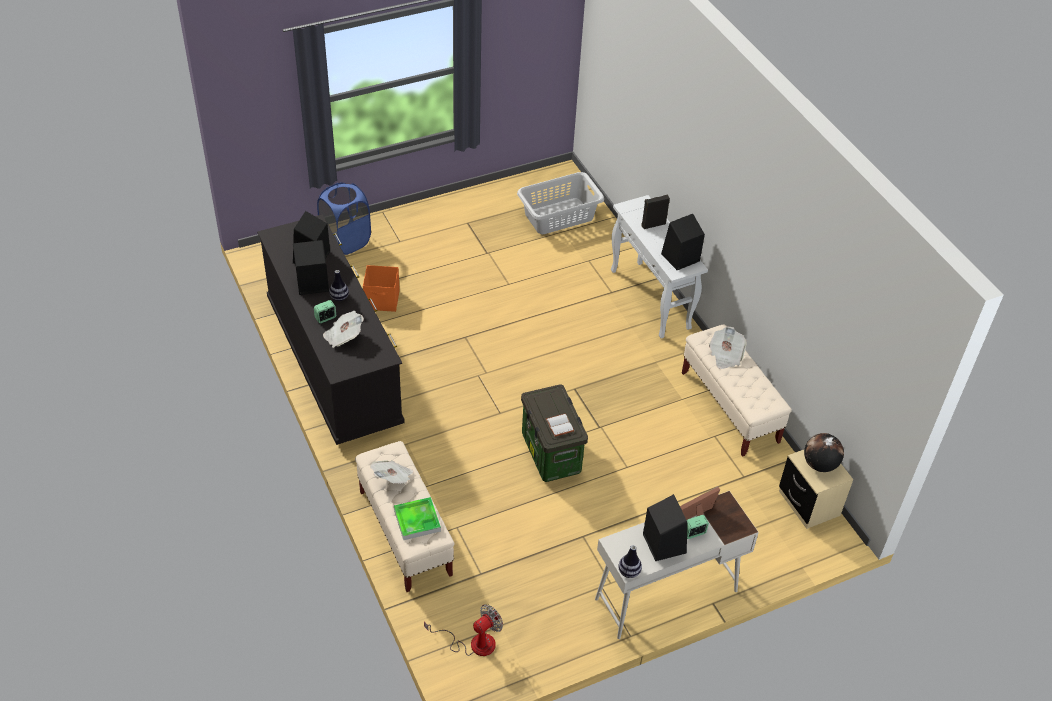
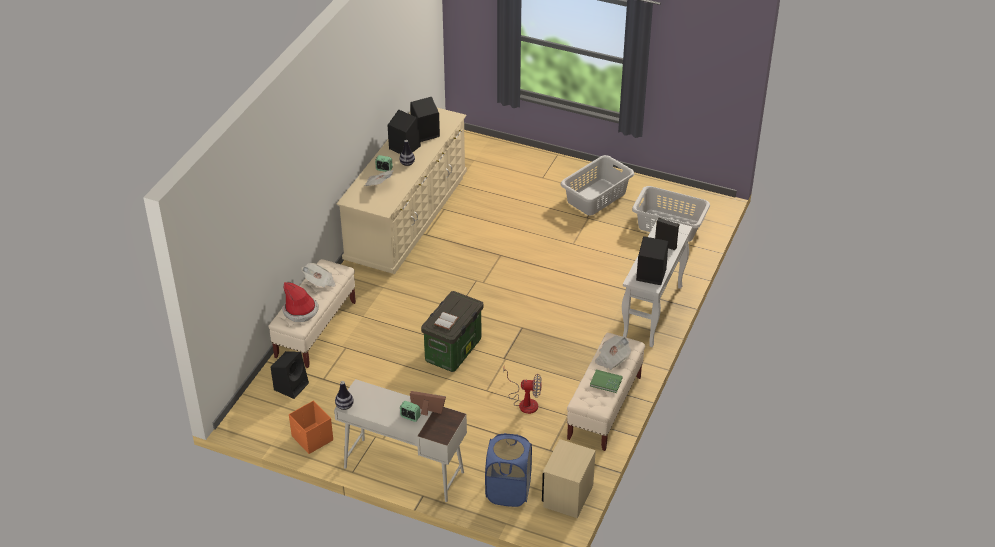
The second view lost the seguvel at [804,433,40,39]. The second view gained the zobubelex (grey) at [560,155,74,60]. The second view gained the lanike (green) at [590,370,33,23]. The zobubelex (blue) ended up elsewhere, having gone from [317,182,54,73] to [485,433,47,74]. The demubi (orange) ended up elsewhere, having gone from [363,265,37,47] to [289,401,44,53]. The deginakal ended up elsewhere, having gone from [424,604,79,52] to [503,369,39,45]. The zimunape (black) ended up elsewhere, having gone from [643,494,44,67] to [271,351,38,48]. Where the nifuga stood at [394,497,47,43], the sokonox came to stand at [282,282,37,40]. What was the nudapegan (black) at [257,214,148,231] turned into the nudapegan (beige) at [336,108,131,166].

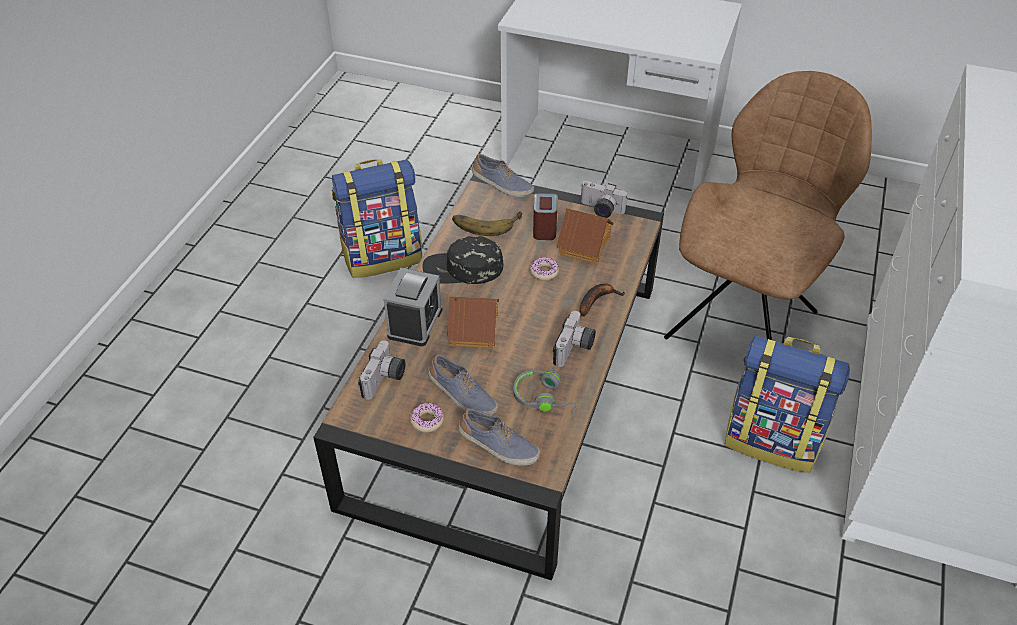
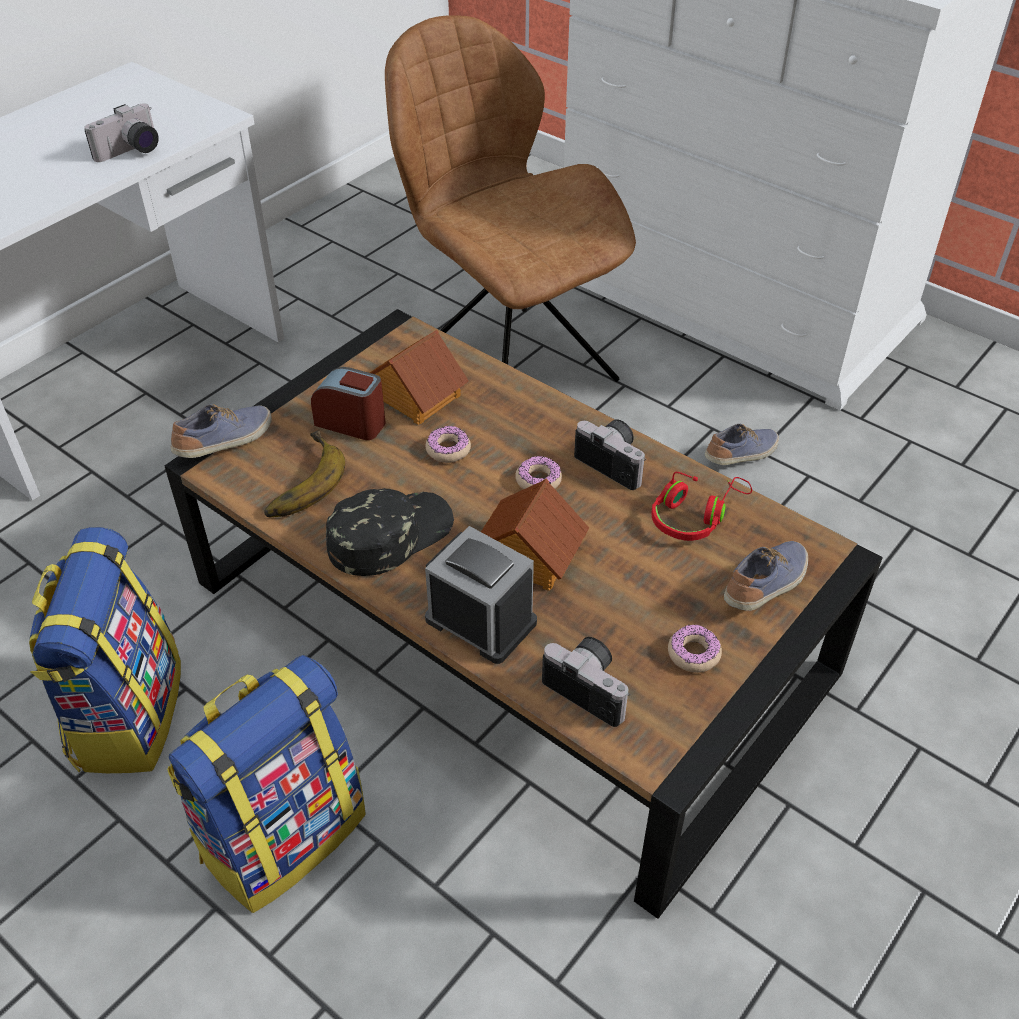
The second view lost the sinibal at [580,284,45,33]. The second view gained the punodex at [515,456,47,33]. The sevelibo ended up elsewhere, having gone from [428,354,70,61] to [705,424,74,41]. The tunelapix ended up elsewhere, having gone from [581,181,46,37] to [85,103,74,59]. The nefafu ended up elsewhere, having gone from [724,336,126,137] to [167,655,199,258]. What was the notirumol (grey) at [513,366,64,53] turned into the notirumol (red) at [652,472,100,69]. The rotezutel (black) at [422,236,81,48] ended up facing another way, 150 degrees counterclockwise from before.

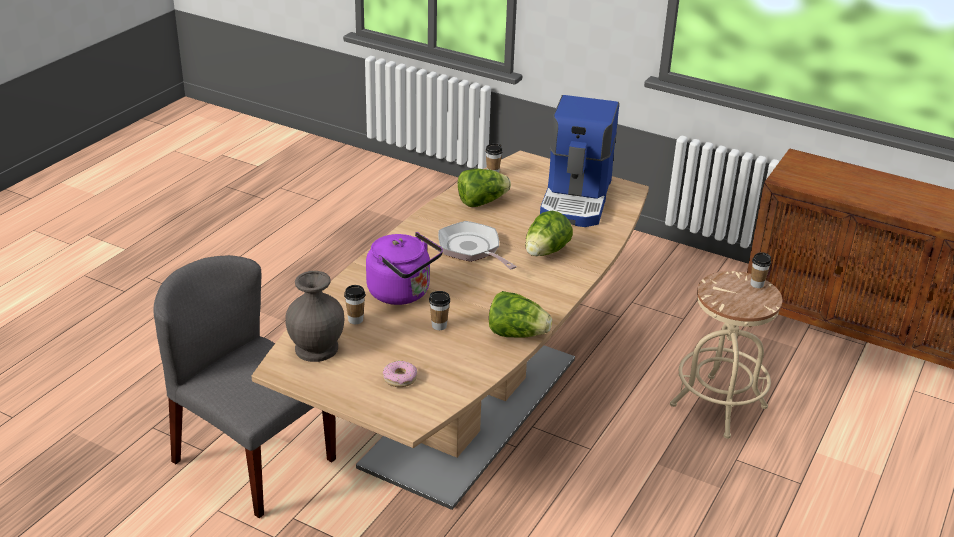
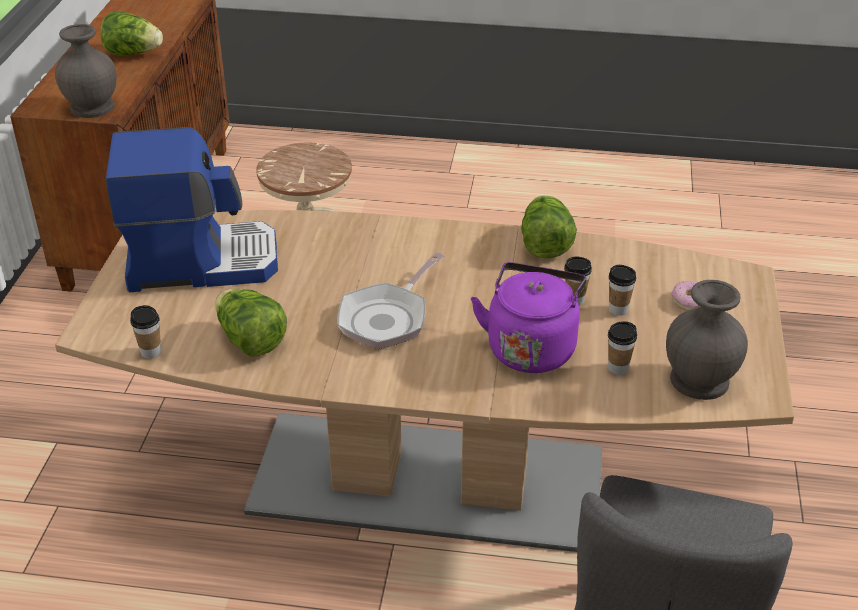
The second view gained the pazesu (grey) at [55,24,62,94]. The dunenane ended up elsewhere, having gone from [525,211,48,45] to [100,12,63,44]. The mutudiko ended up elsewhere, having gone from [750,252,21,36] to [609,265,27,51].

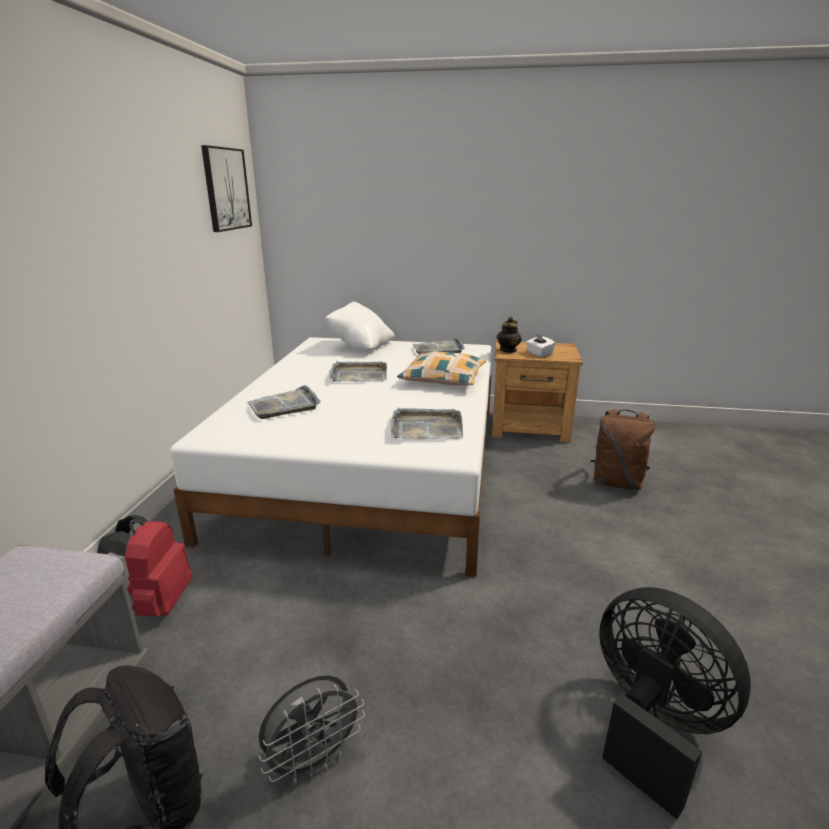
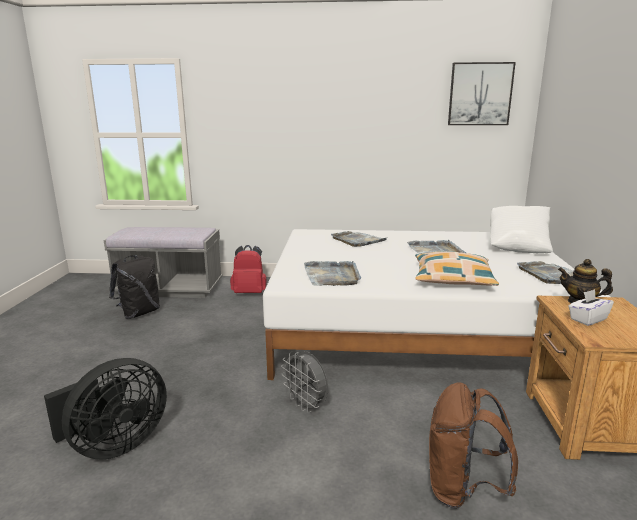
The deginakal (grey) ended up elsewhere, having gone from [258,675,107,109] to [281,351,47,62].

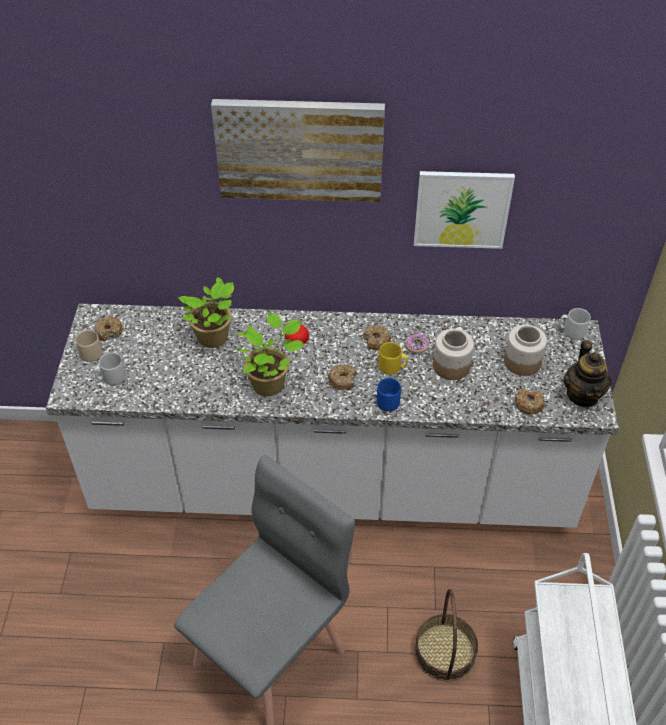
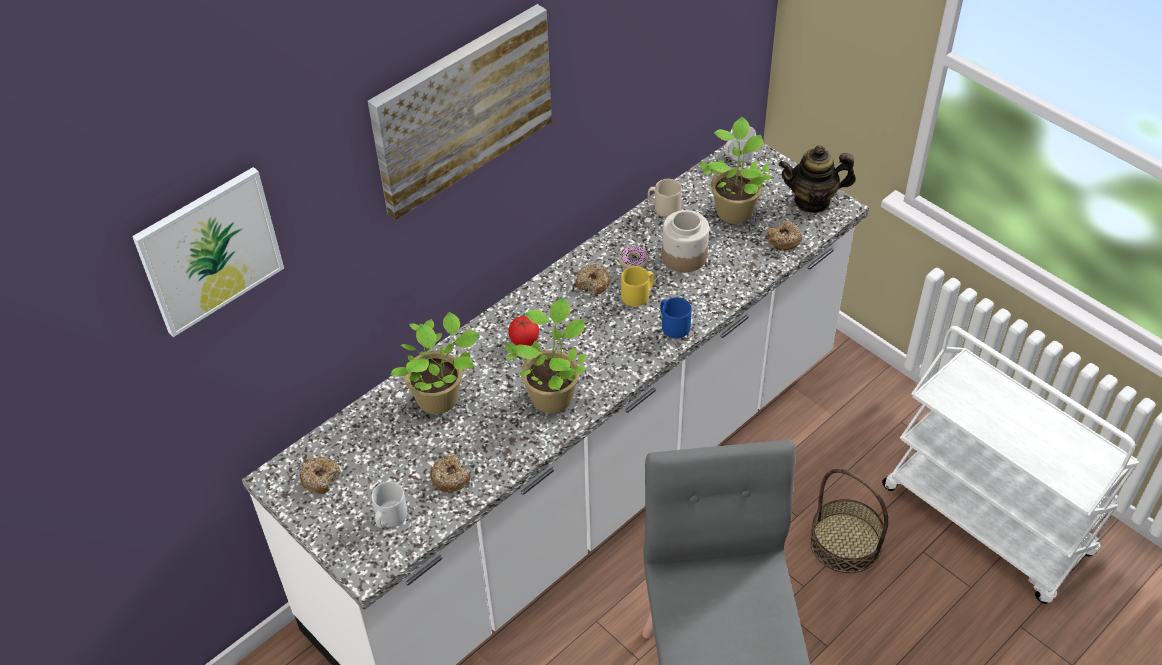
The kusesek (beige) ended up elsewhere, having gone from [75,330,27,32] to [648,179,34,38]. The punodex ended up elsewhere, having gone from [328,364,29,26] to [430,455,41,38]. The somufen ended up elsewhere, having gone from [414,171,101,78] to [132,167,152,170]. Where the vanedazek stood at [504,325,43,51], the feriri came to stand at [698,117,74,107]. The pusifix at [563,341,49,67] ended up facing another way, 135 degrees clockwise from before.

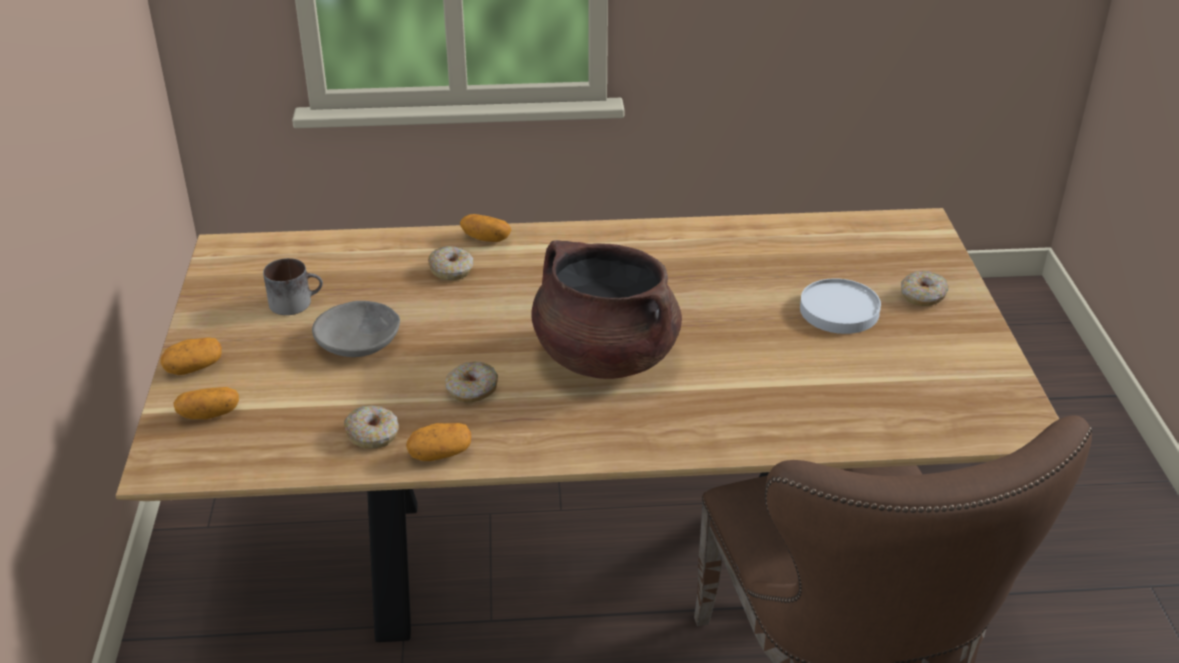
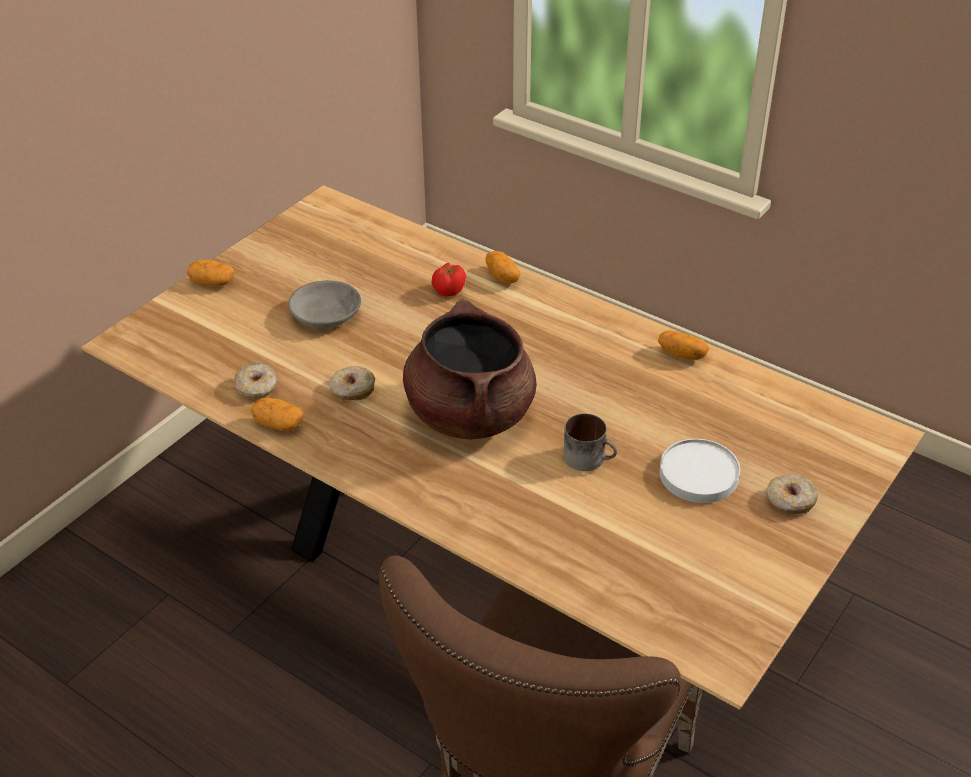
The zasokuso ended up elsewhere, having gone from [173,387,66,32] to [658,330,51,30]. The kusesek ended up elsewhere, having gone from [263,258,60,57] to [563,413,54,58]. Where the punodex stood at [428,246,46,34], the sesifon came to stand at [432,263,34,34].

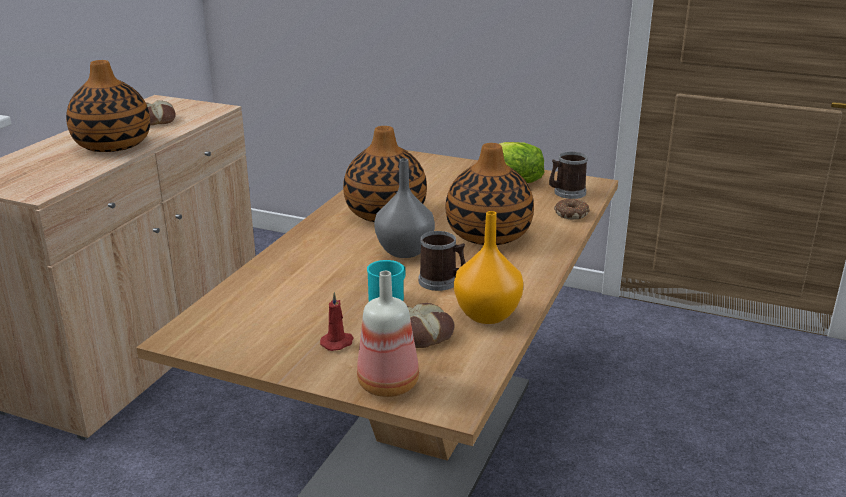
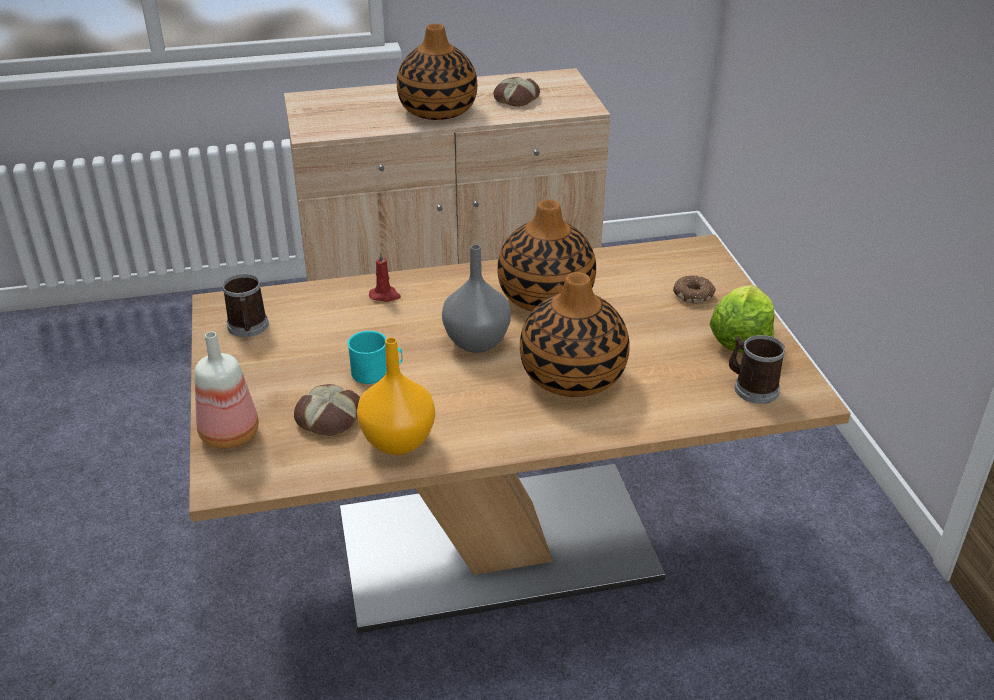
The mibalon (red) ended up elsewhere, having gone from [320,292,34,59] to [369,251,32,51]. The kusesek ended up elsewhere, having gone from [418,231,48,60] to [222,274,47,63]. The punodex ended up elsewhere, having gone from [554,199,36,21] to [673,275,43,28].

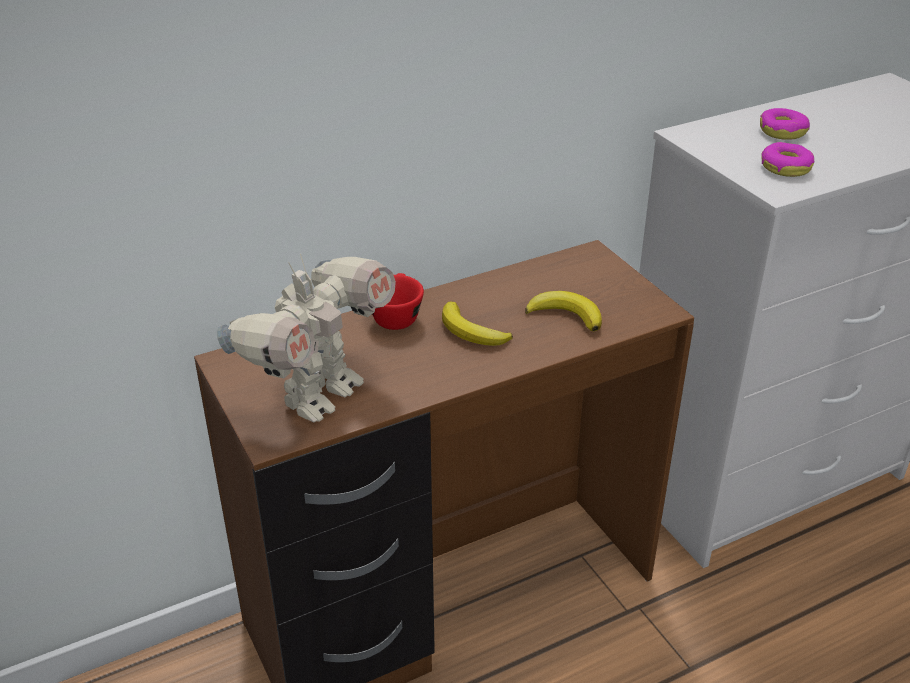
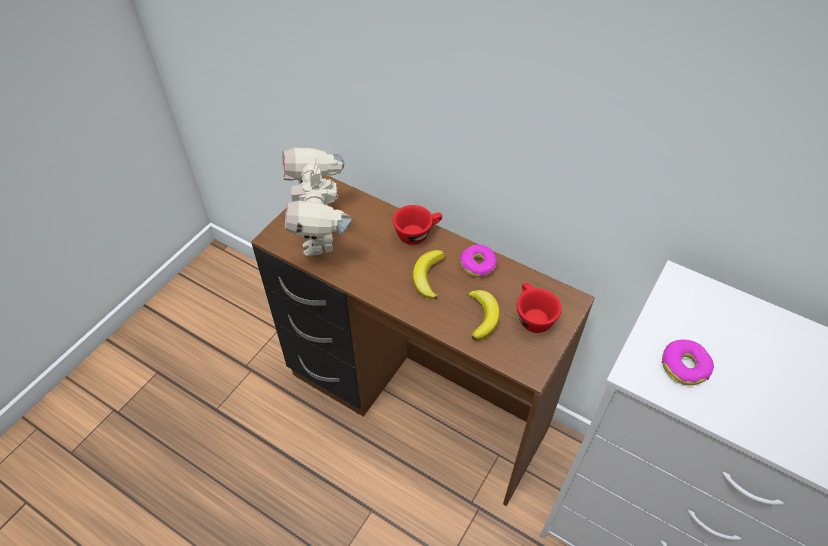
The second view gained the mutudiko (red) at [517,283,45,50]. The punodex ended up elsewhere, having gone from [760,108,50,32] to [460,245,37,32]. The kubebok at [217,254,179,168] ended up facing another way, 75 degrees clockwise from before.

